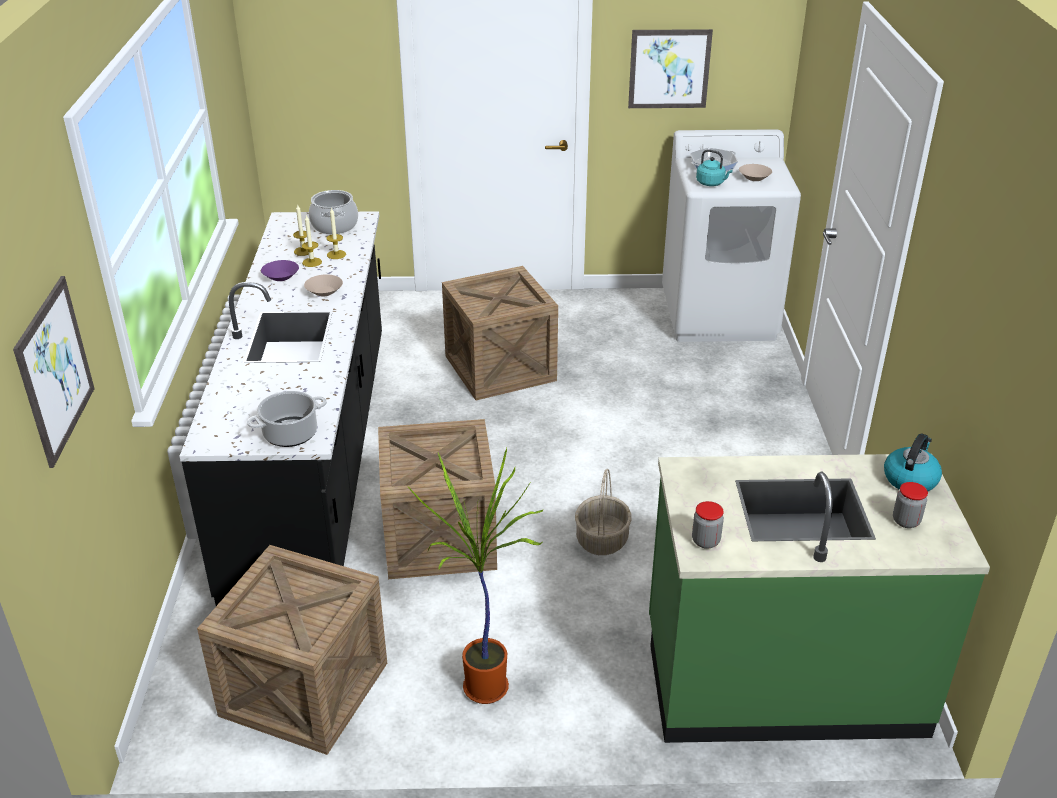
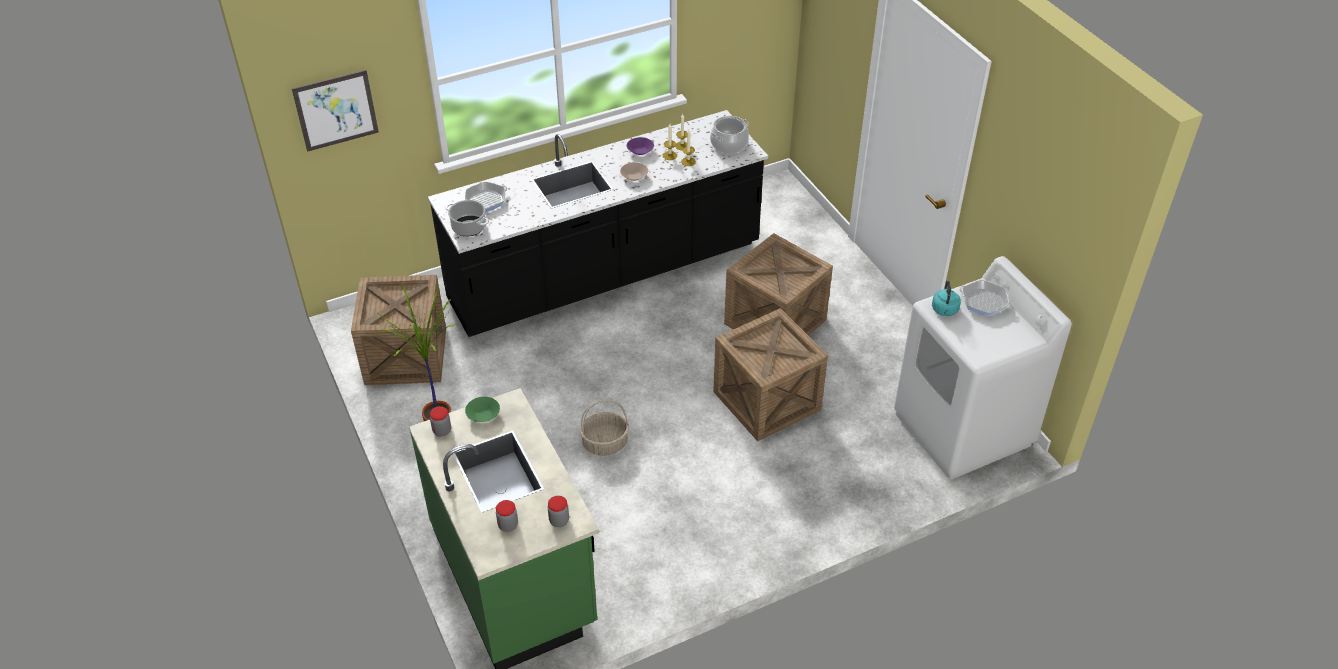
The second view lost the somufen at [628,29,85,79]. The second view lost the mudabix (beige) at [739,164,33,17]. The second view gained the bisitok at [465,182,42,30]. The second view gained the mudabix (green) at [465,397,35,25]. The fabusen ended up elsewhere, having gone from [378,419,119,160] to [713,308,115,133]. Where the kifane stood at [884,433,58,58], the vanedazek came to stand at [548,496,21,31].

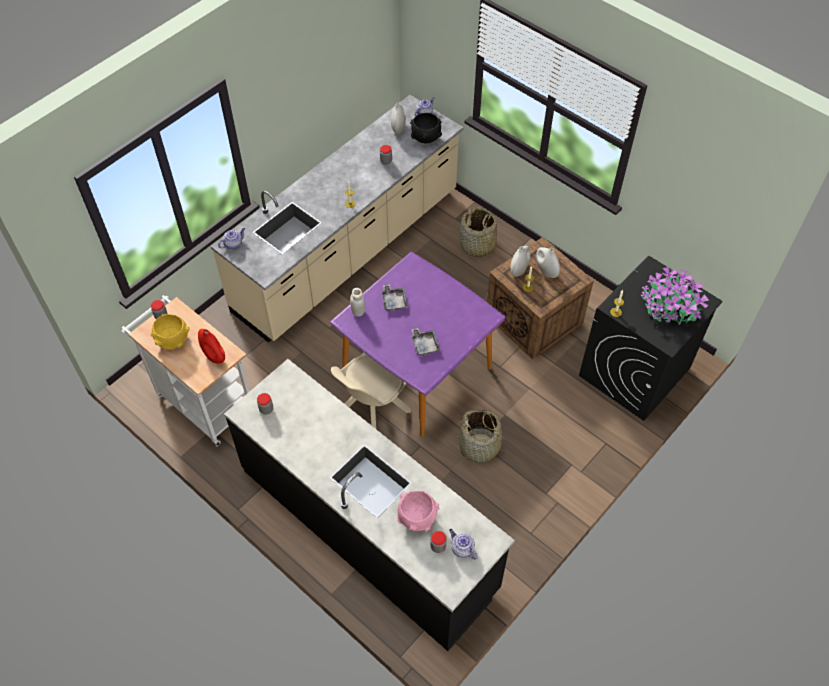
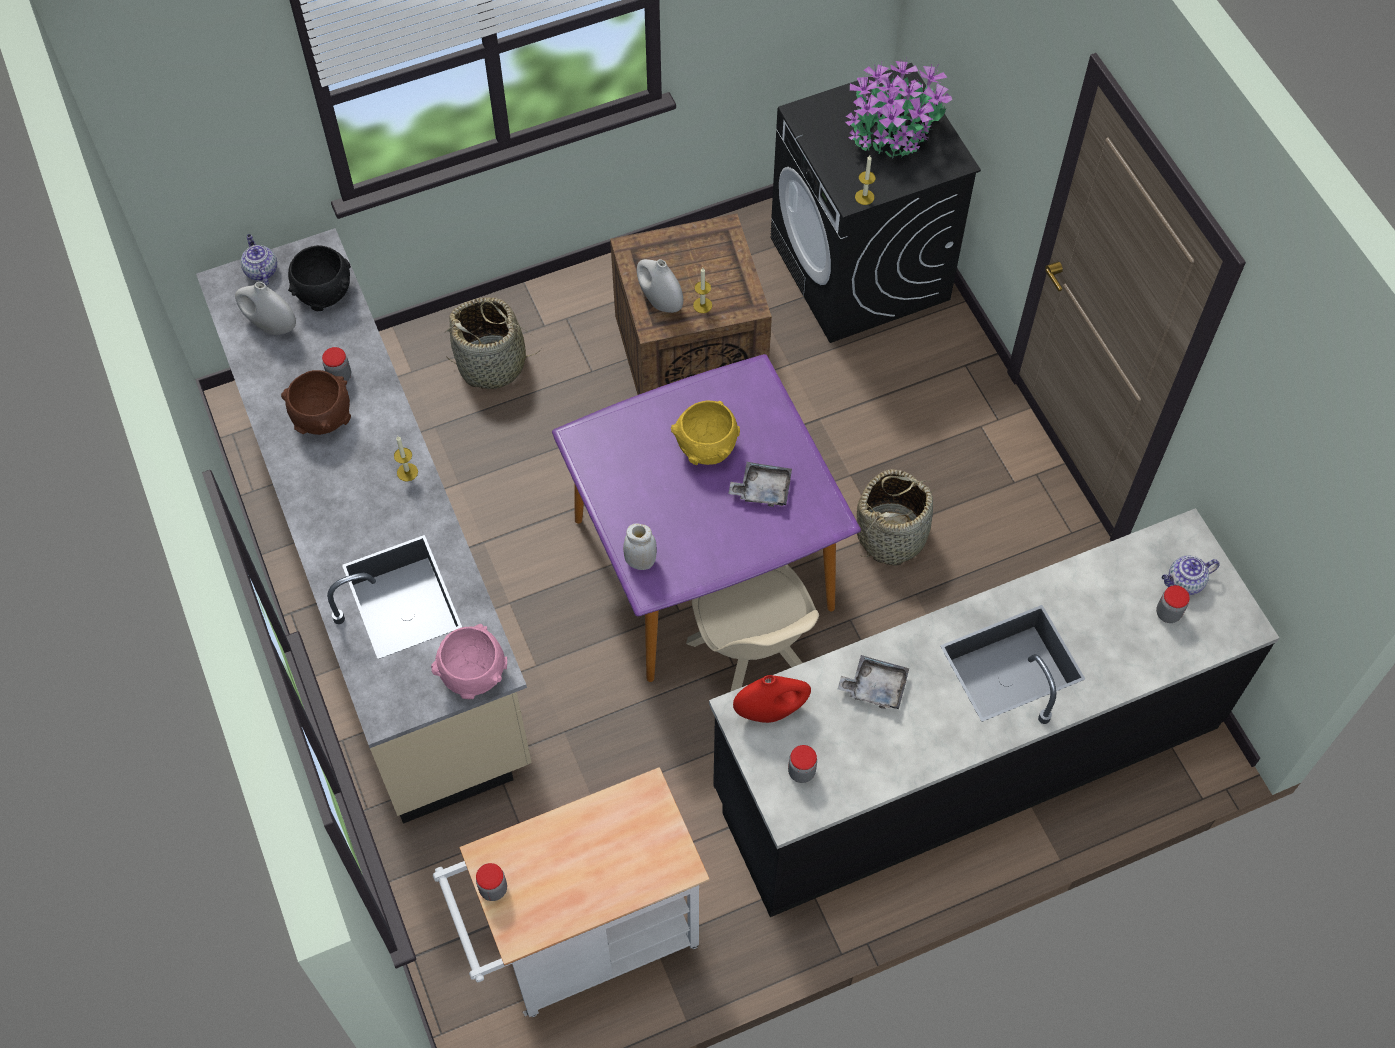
The second view lost the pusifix at [218,228,27,21]. The second view lost the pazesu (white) at [536,247,24,31]. The second view gained the mudabix (brown) at [281,370,70,65]. The mudabix (yellow) ended up elsewhere, having gone from [150,314,40,36] to [671,401,69,64]. The pazesu (red) ended up elsewhere, having gone from [198,329,27,34] to [733,675,78,48]. The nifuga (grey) ended up elsewhere, having gone from [382,284,25,27] to [838,655,71,54]. The mudabix (pink) ended up elsewhere, having gone from [397,491,43,41] to [431,624,76,75].

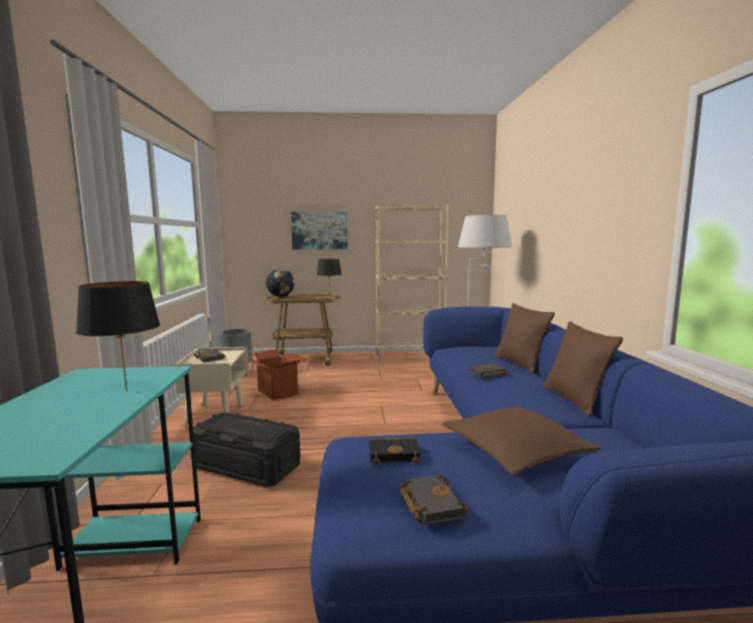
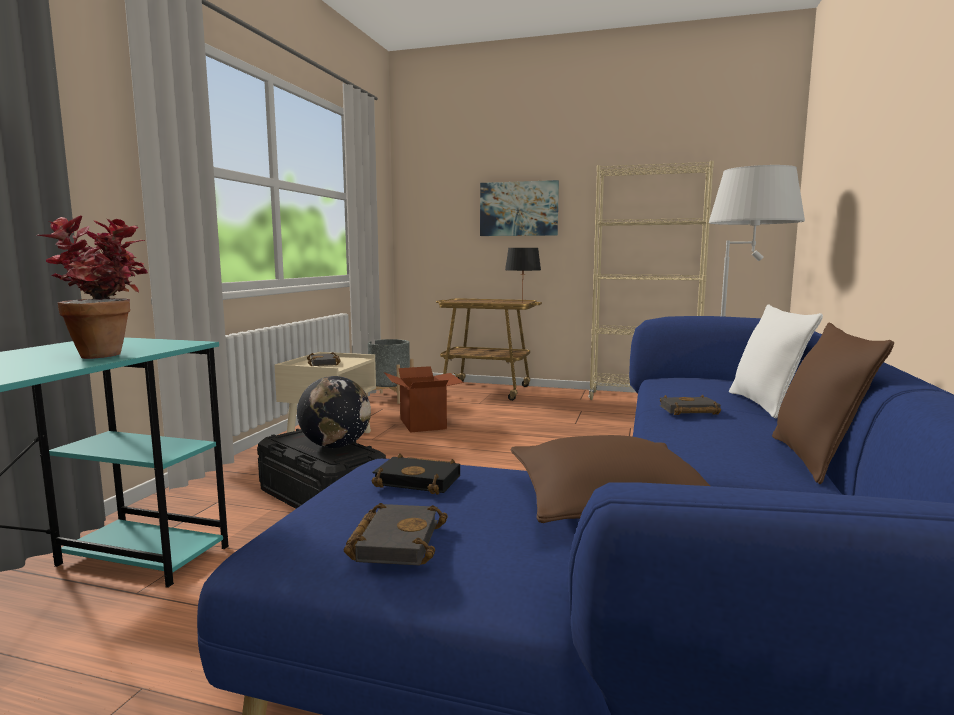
The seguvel ended up elsewhere, having gone from [266,268,29,29] to [297,376,74,72]. Where the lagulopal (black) stood at [76,281,84,110], the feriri came to stand at [37,215,111,144]. What was the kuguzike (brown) at [494,303,61,70] turned into the kuguzike (white) at [729,305,94,114].

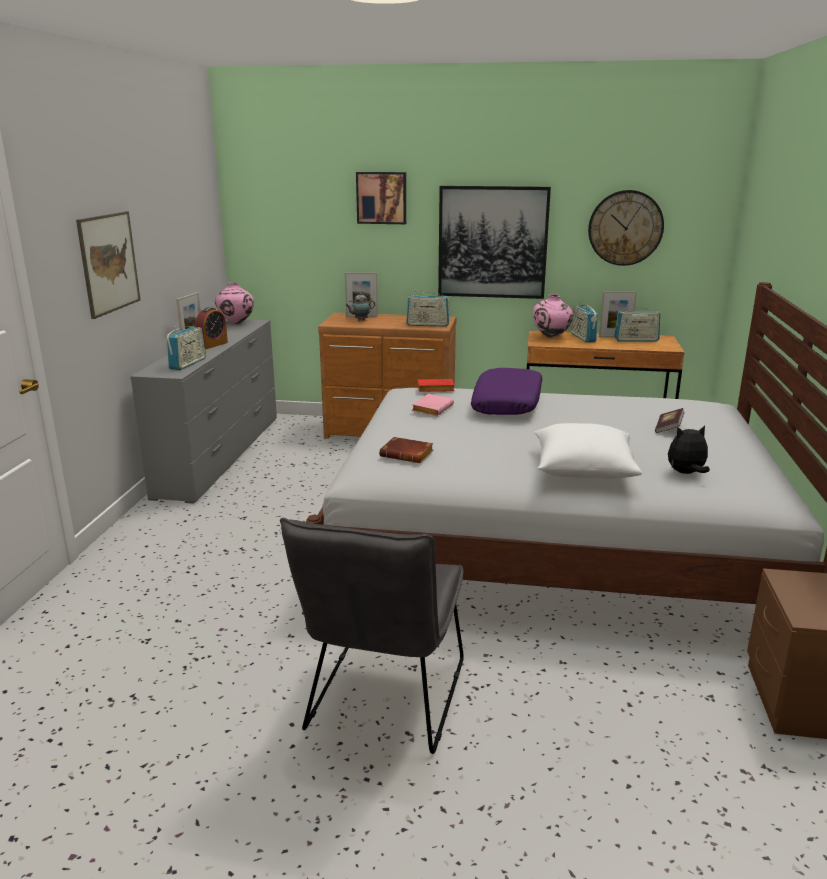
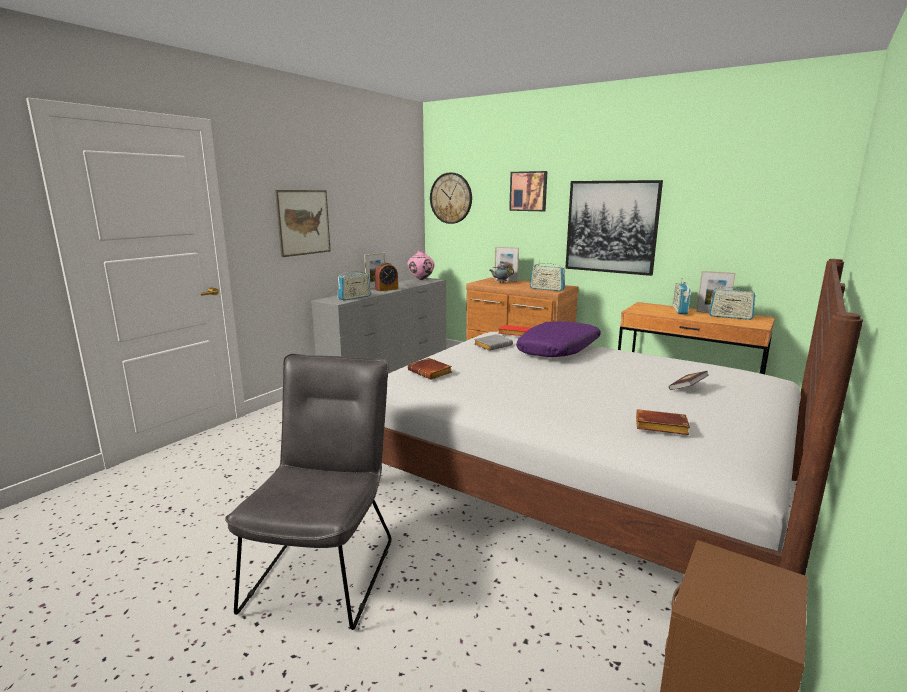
The second view lost the pazesu (pink) at [532,294,41,44]. The second view lost the kuguzike (white) at [535,423,107,56]. The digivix ended up elsewhere, having gone from [588,190,76,76] to [430,172,42,52]. Where the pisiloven stood at [668,425,42,49], the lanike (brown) came to stand at [636,409,54,26]. What was the lanike (pink) at [412,394,42,22] turned into the lanike (grey) at [474,334,39,17]. The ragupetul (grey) at [280,518,184,236] ended up facing another way, 150 degrees clockwise from before.

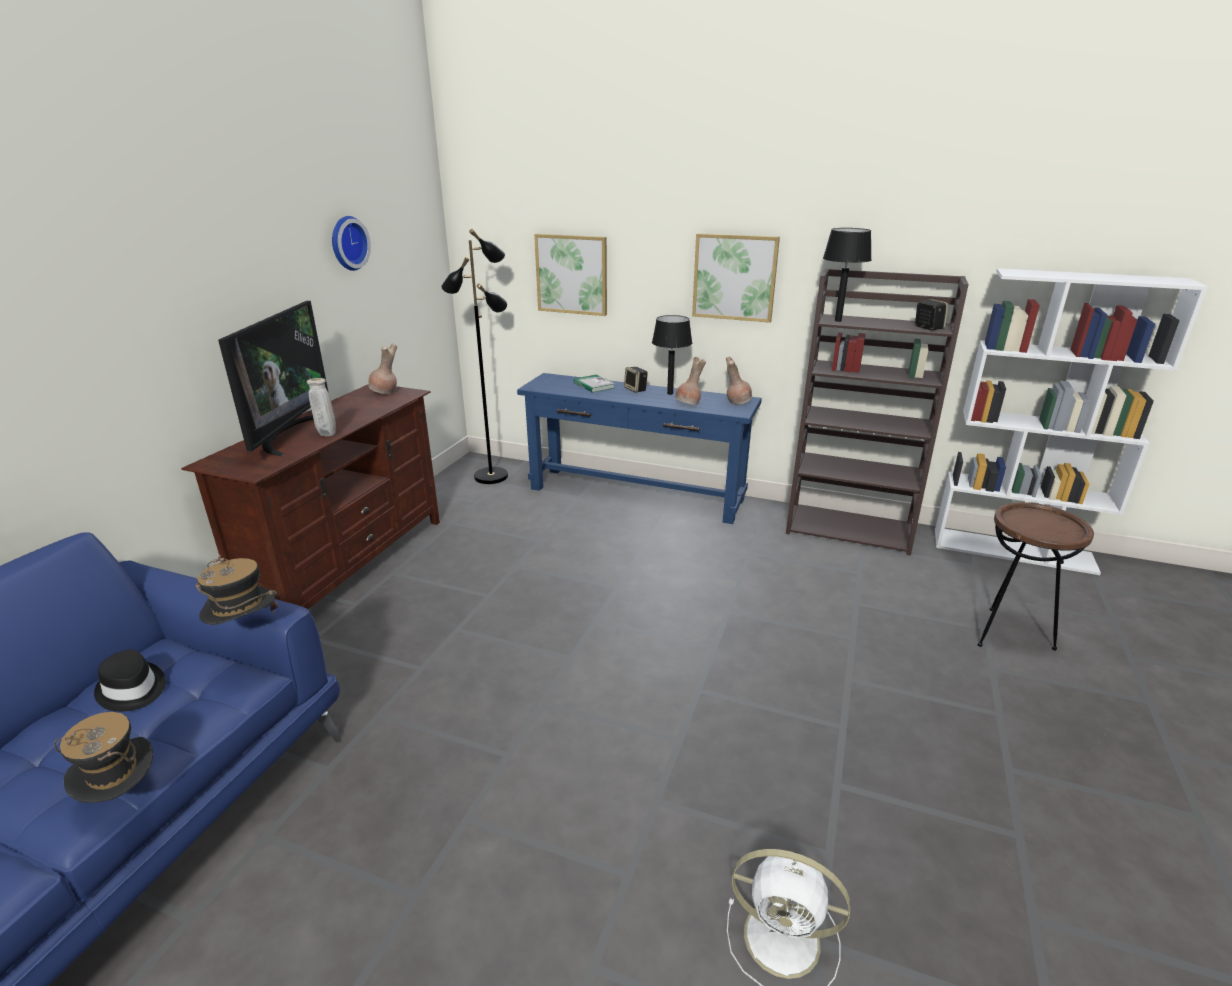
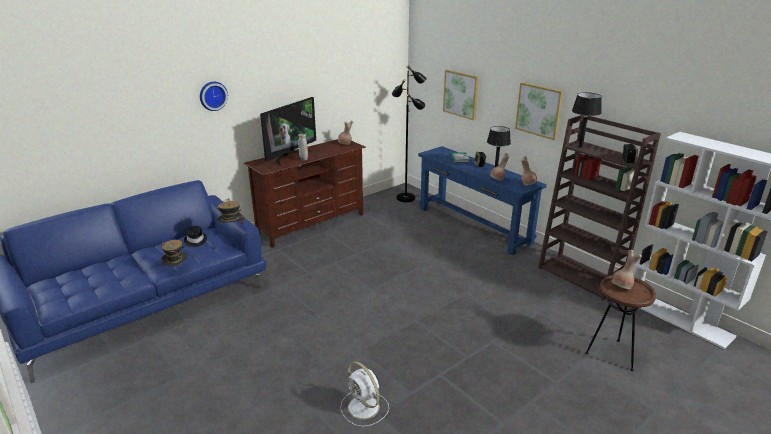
The second view gained the pazesu (brown) at [611,250,31,39]. The digivix ended up elsewhere, having gone from [332,216,39,55] to [200,82,28,29].

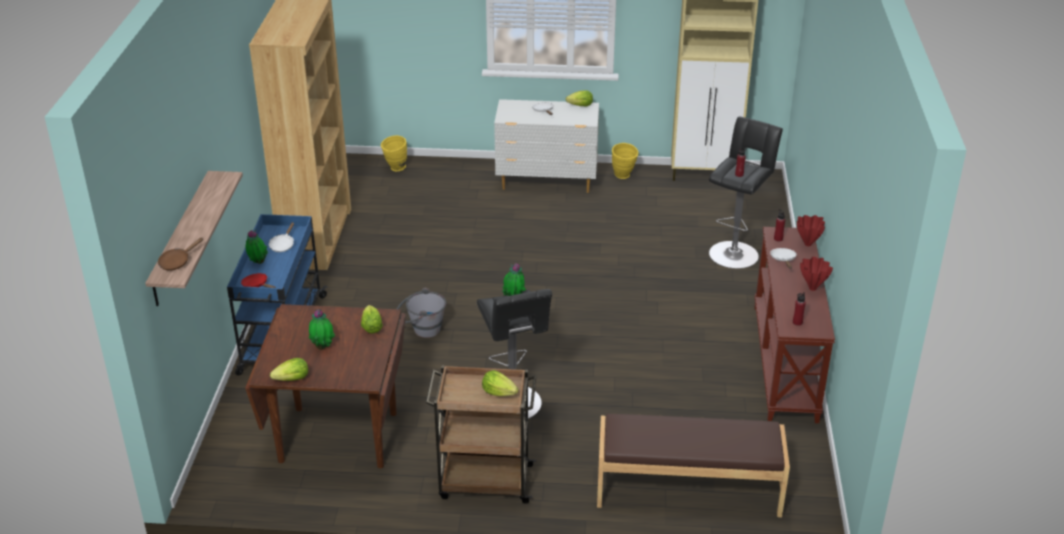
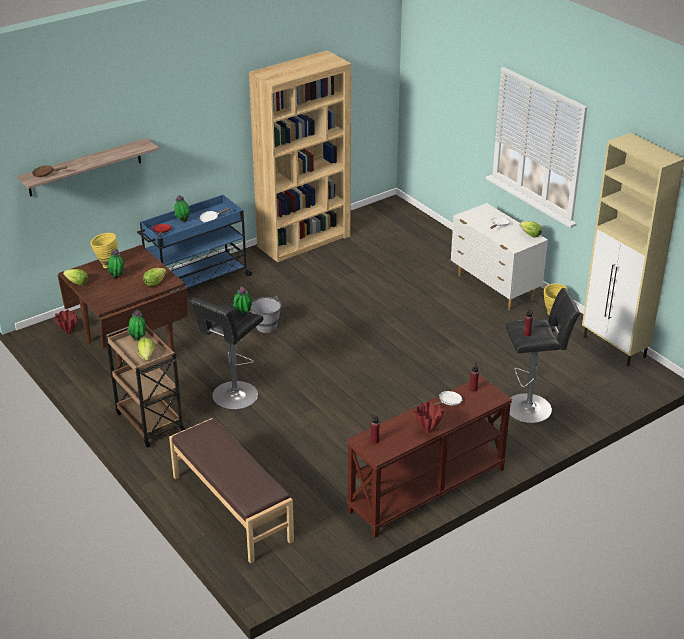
The second view gained the feriri at [128,309,18,32]. The pazesu (yellow) ended up elsewhere, having gone from [381,135,26,36] to [90,233,28,36]. The pazesu (red) ended up elsewhere, having gone from [797,215,28,31] to [54,309,23,25].

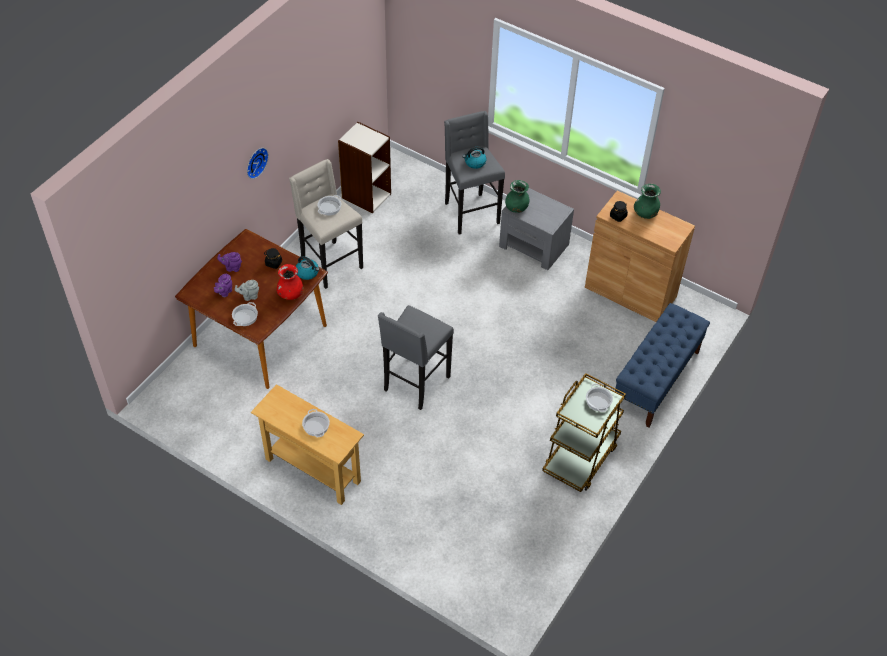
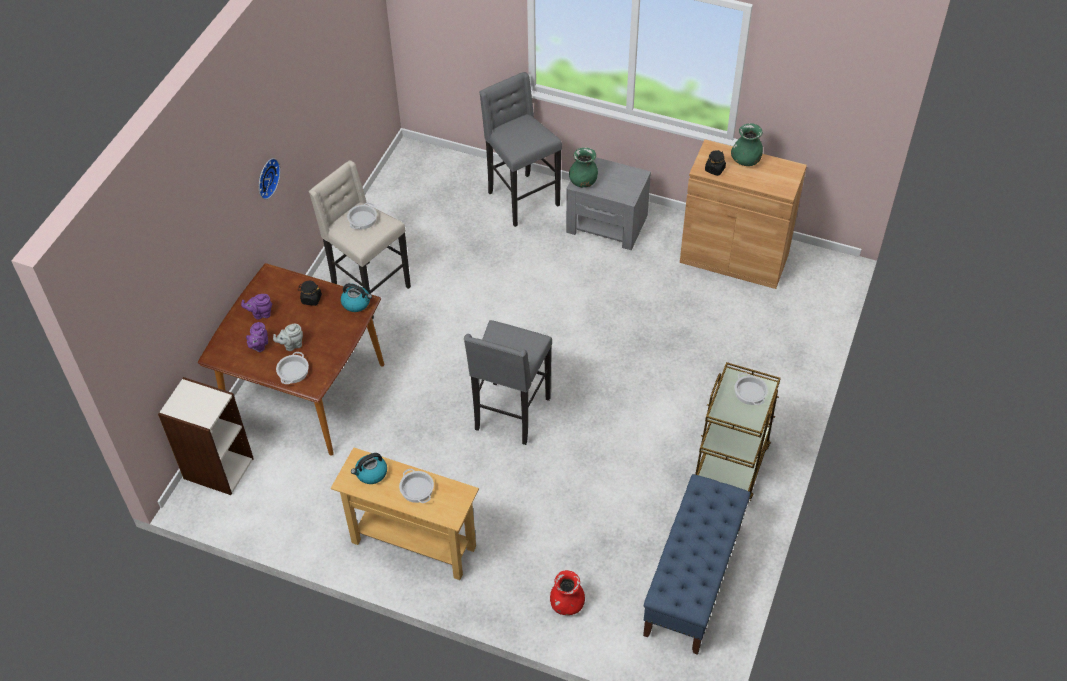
The pazesu (red) ended up elsewhere, having gone from [277,264,26,36] to [550,570,35,45]. The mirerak ended up elsewhere, having gone from [338,122,53,92] to [158,377,96,118]. The kifane ended up elsewhere, having gone from [463,146,23,23] to [351,453,36,31]. The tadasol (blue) ended up elsewhere, having gone from [615,303,95,124] to [643,474,108,181].

